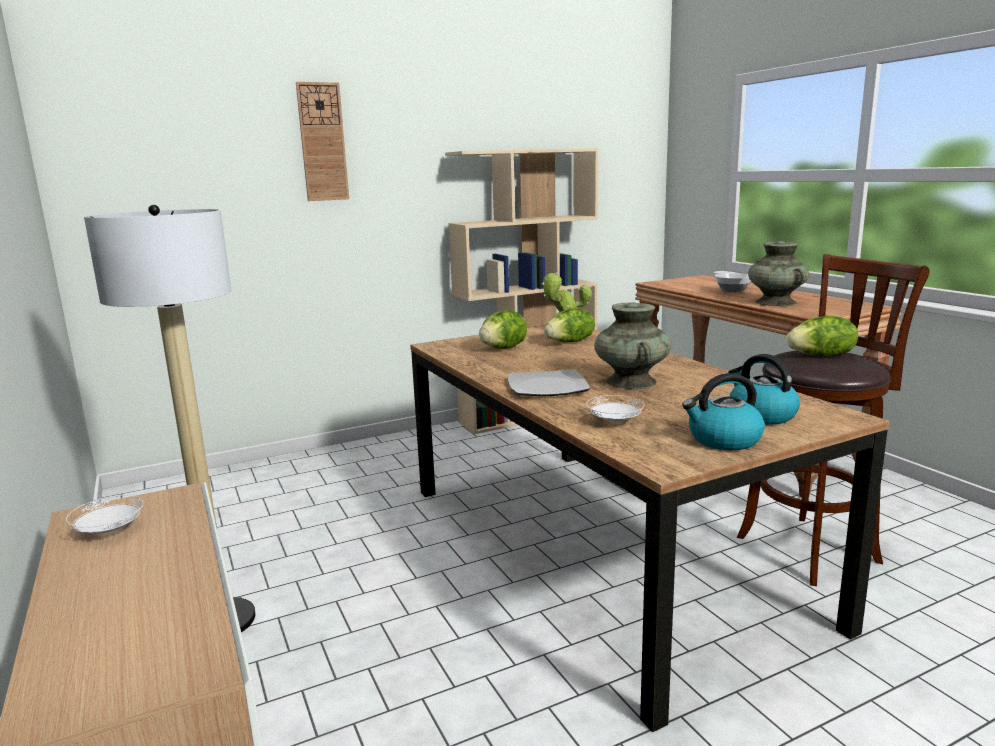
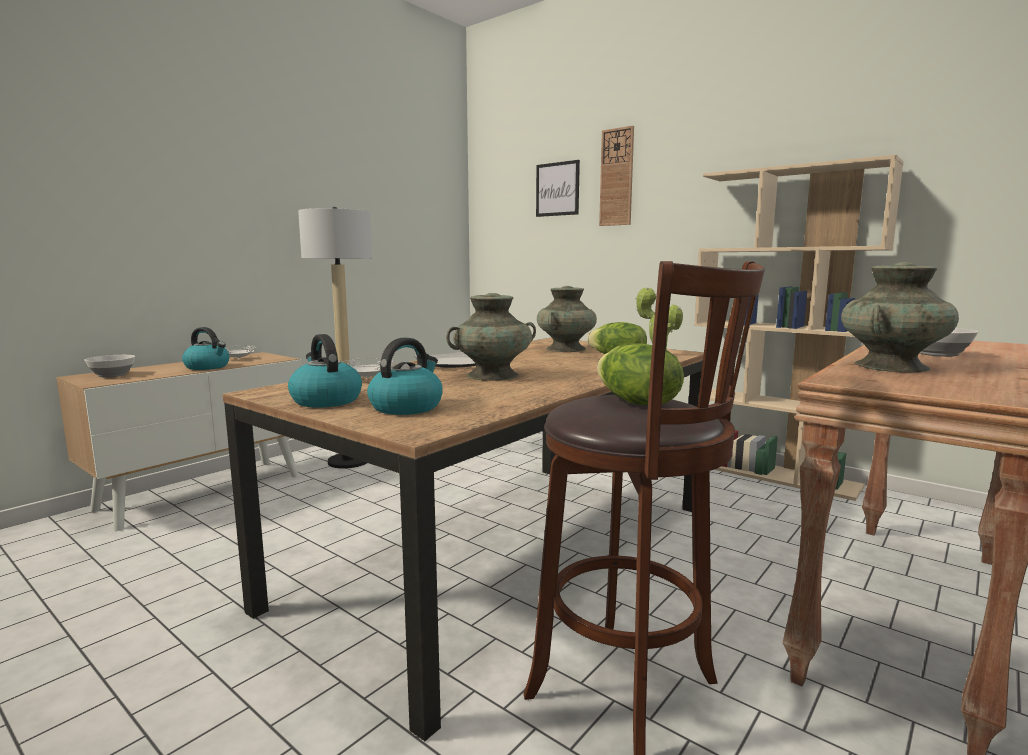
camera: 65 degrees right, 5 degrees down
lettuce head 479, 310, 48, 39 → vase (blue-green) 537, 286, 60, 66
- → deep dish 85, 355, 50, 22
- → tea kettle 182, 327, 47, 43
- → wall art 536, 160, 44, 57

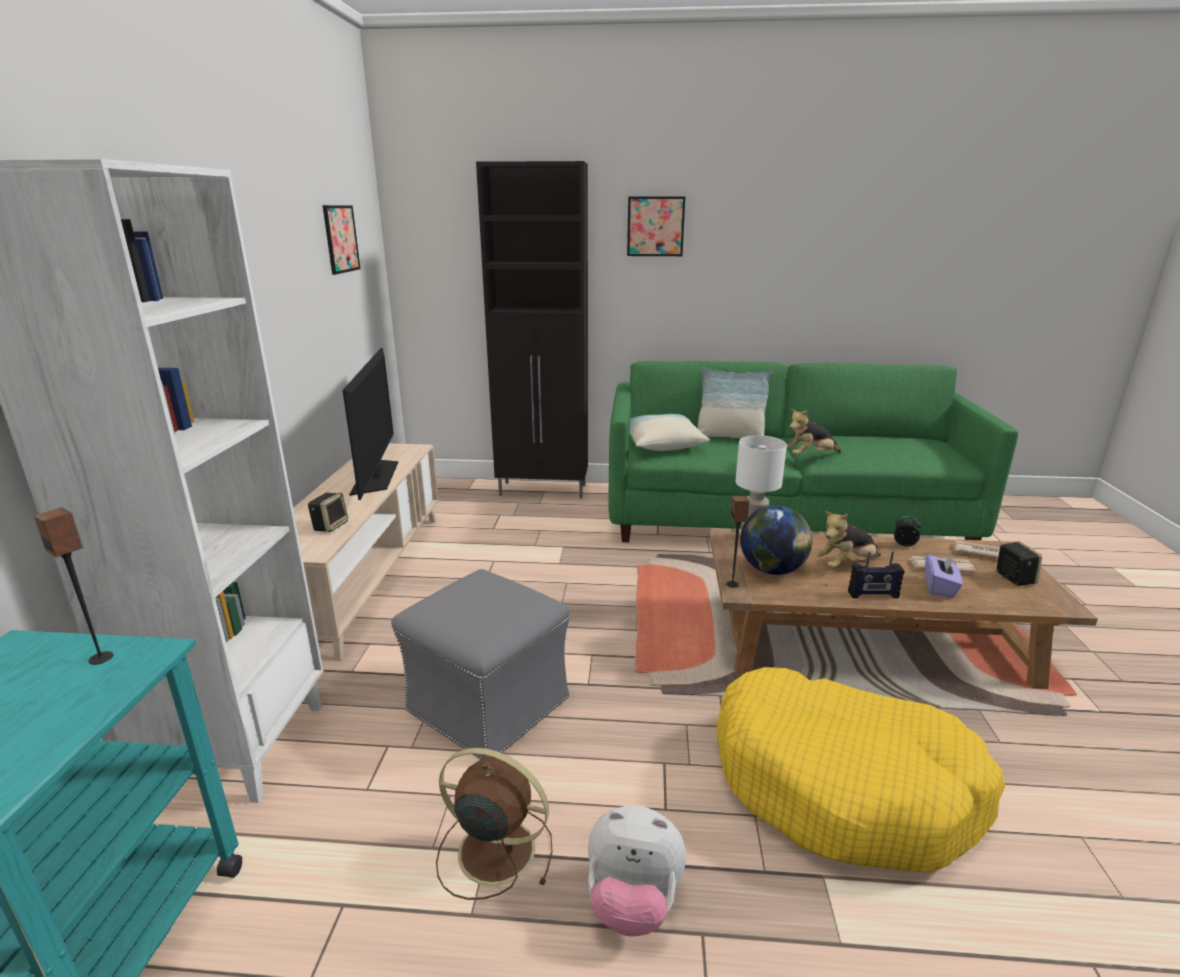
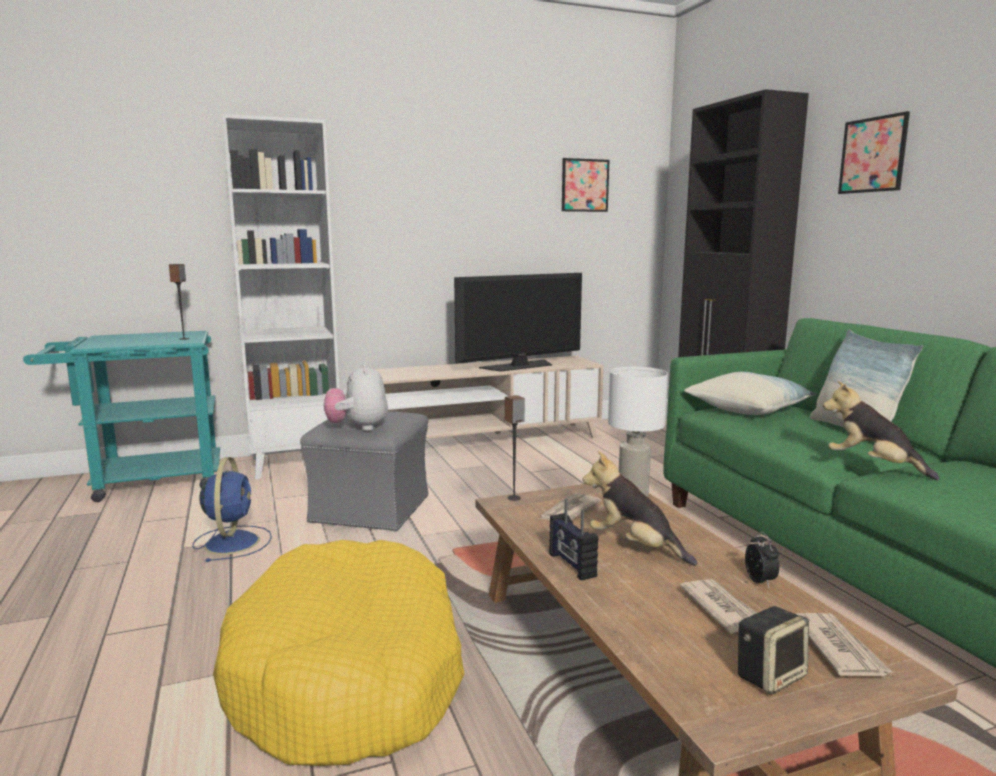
camera: 65 degrees right, 10 degrees down
loudspeaker 308, 493, 40, 39 → -
cooling fan (brown-coloured) 436, 748, 116, 152 → cooling fan (blue) 193, 457, 79, 105
plush toy 588, 805, 98, 131 → plush toy 324, 363, 64, 68, relocated
globe 740, 505, 72, 70 → newspaper 540, 493, 61, 27
tissue holder (purple) 925, 554, 37, 44 → -

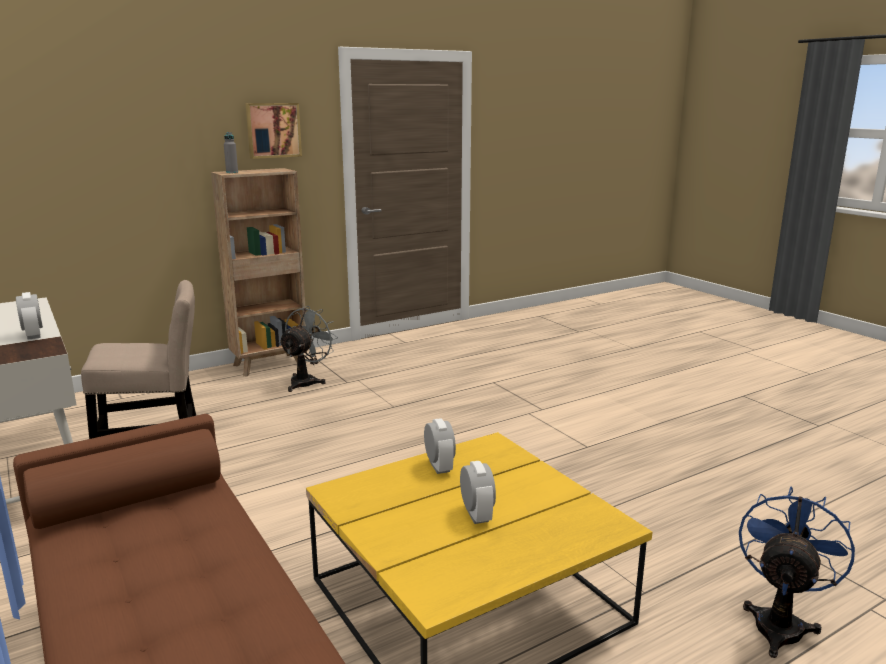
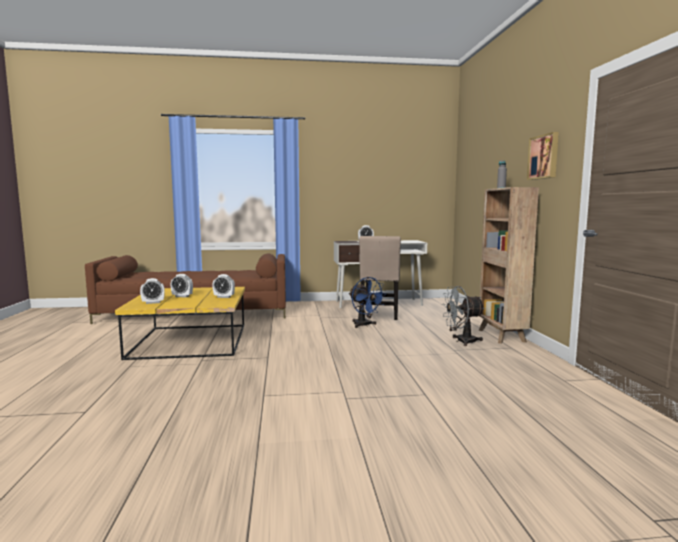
camera: 115 degrees right, 10 degrees down
cooling fan (grey) 279, 306, 59, 86 → cooling fan (grey) 442, 286, 43, 60, 120 degrees clockwise
cooling fan (blue) 739, 487, 116, 171 → cooling fan (blue) 349, 277, 37, 51, relocated
- → bedside clock 140, 278, 25, 26

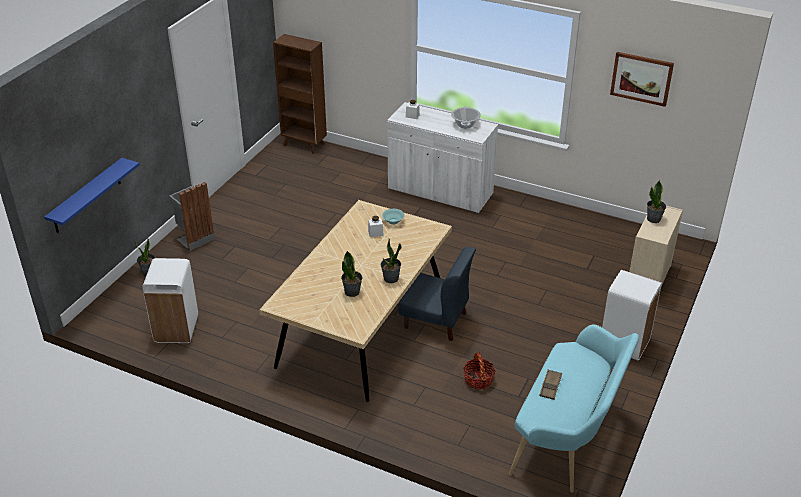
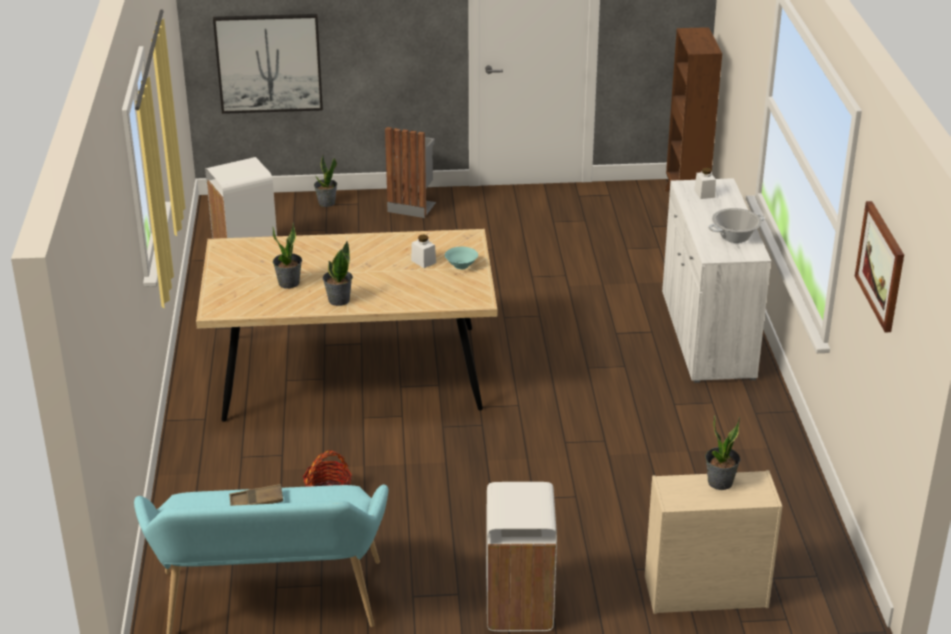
camera: 60 degrees right, 5 degrees down
wall shelf (blue) 44, 158, 95, 75 → wall art 213, 14, 110, 100
plain chair (blue) 398, 247, 78, 94 → -

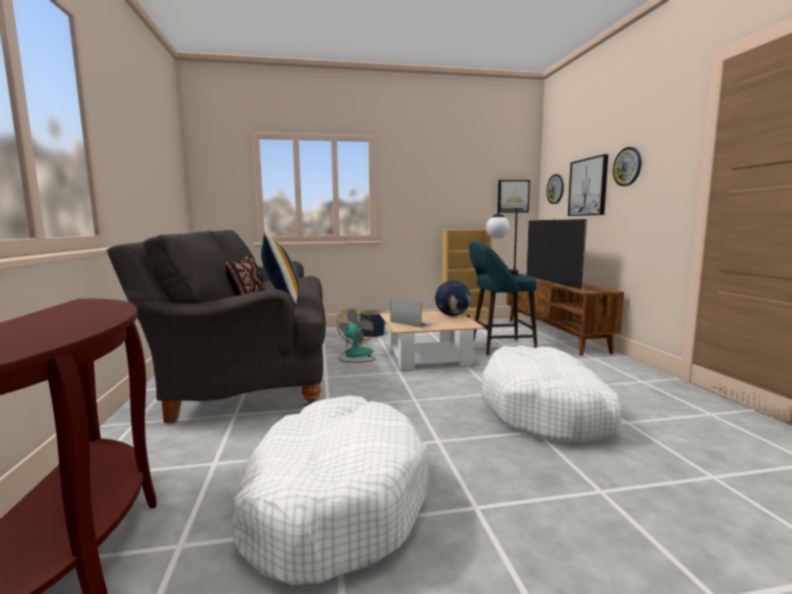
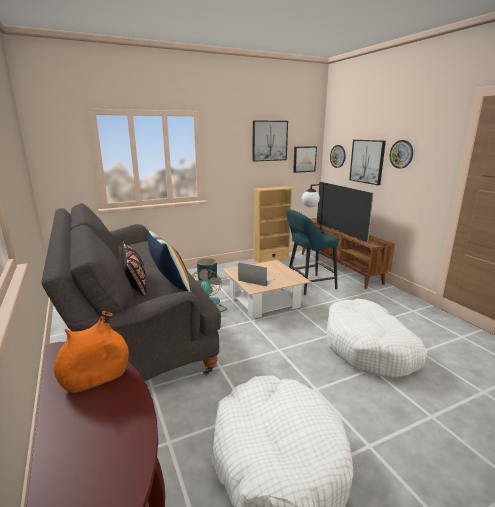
camera: 15 degrees left, 10 degrees up
globe 435, 280, 36, 36 → -
- → vase (orange-coloured) 54, 311, 75, 82
- → wall art 253, 120, 35, 42

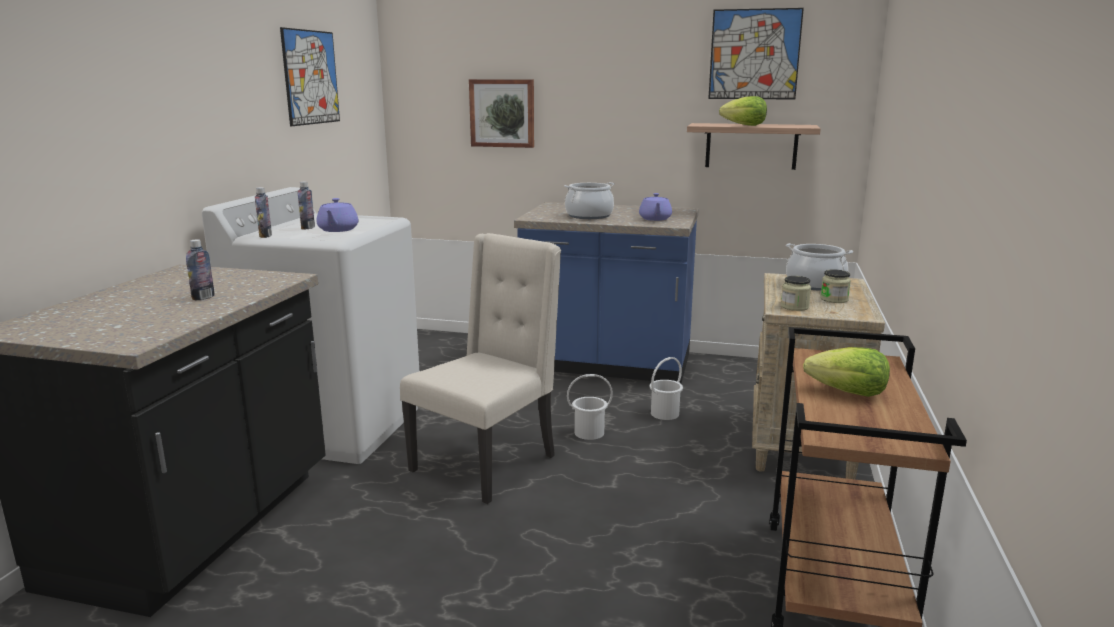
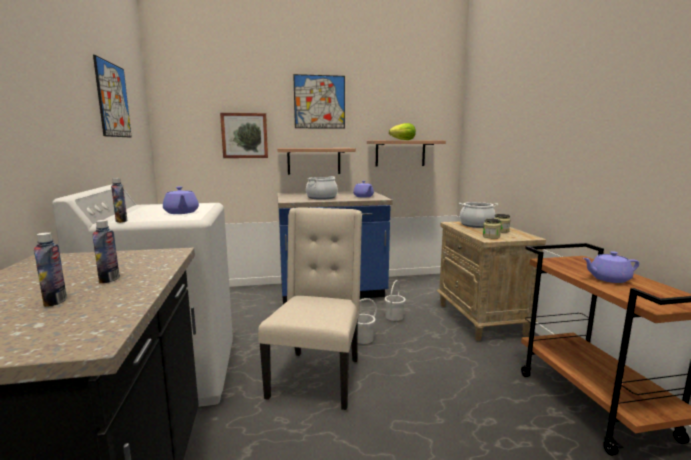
camera: 25 degrees left, 5 degrees down
bottle 298, 182, 17, 48 → bottle 34, 232, 33, 75, relocated
wall art 708, 8, 96, 92 → wall art 293, 74, 52, 55, relocated
lettuce head 803, 347, 87, 50 → pot for tea (purple) 583, 251, 56, 32
- → wall shelf 277, 148, 79, 27

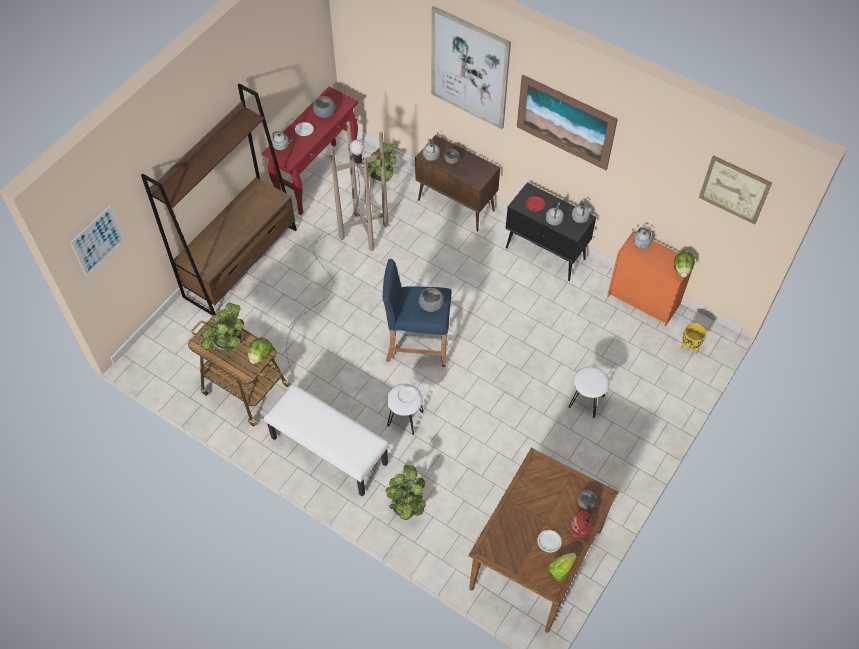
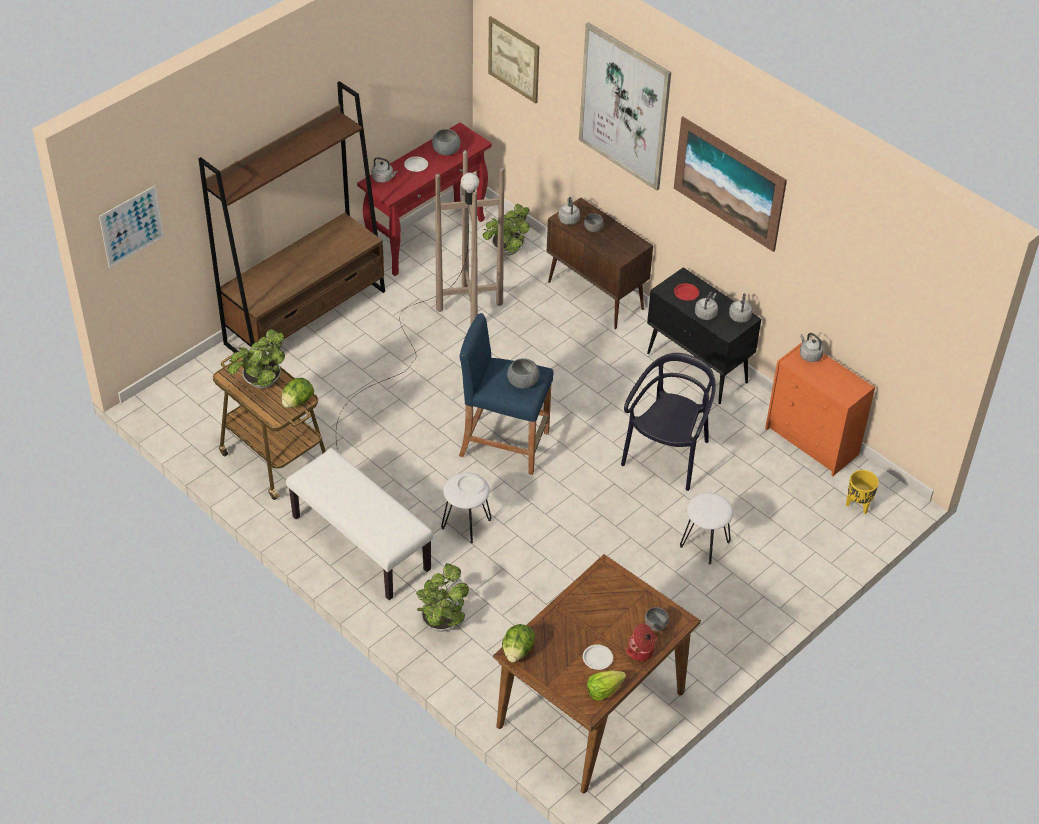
camera: 10 degrees right, 10 degrees down
lettuce head 674, 251, 21, 26 → lettuce head 502, 624, 34, 38, relocated
wall art 699, 155, 73, 69 → wall art 488, 16, 51, 88, relocated
- → plain chair (black) 621, 353, 95, 138

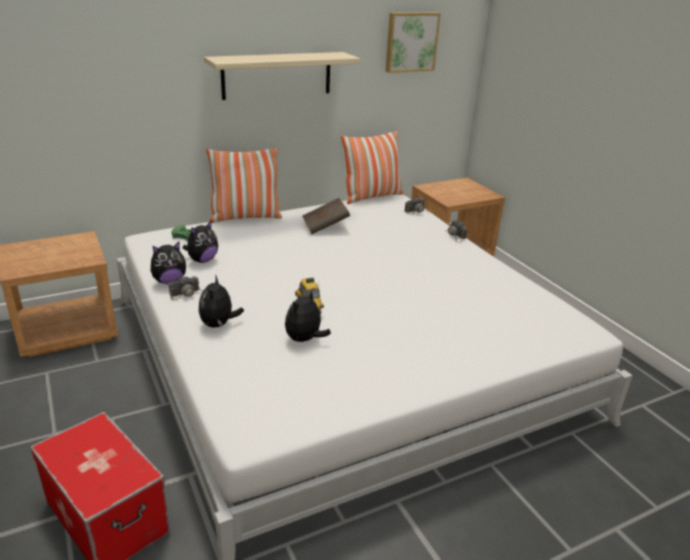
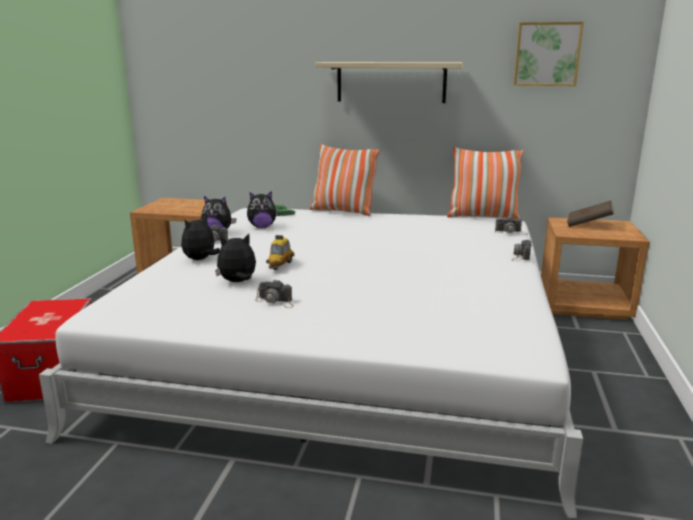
camera: 40 degrees right, 10 degrees down
bound book (brown-coloured) 302, 198, 48, 36 → bound book (brown-coloured) 567, 200, 47, 27, relocated
- → still camera 255, 279, 39, 29

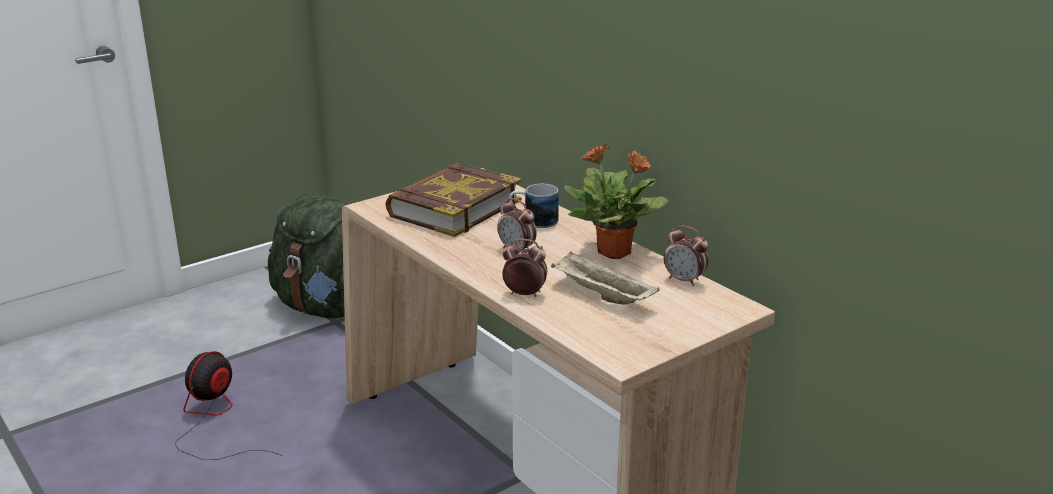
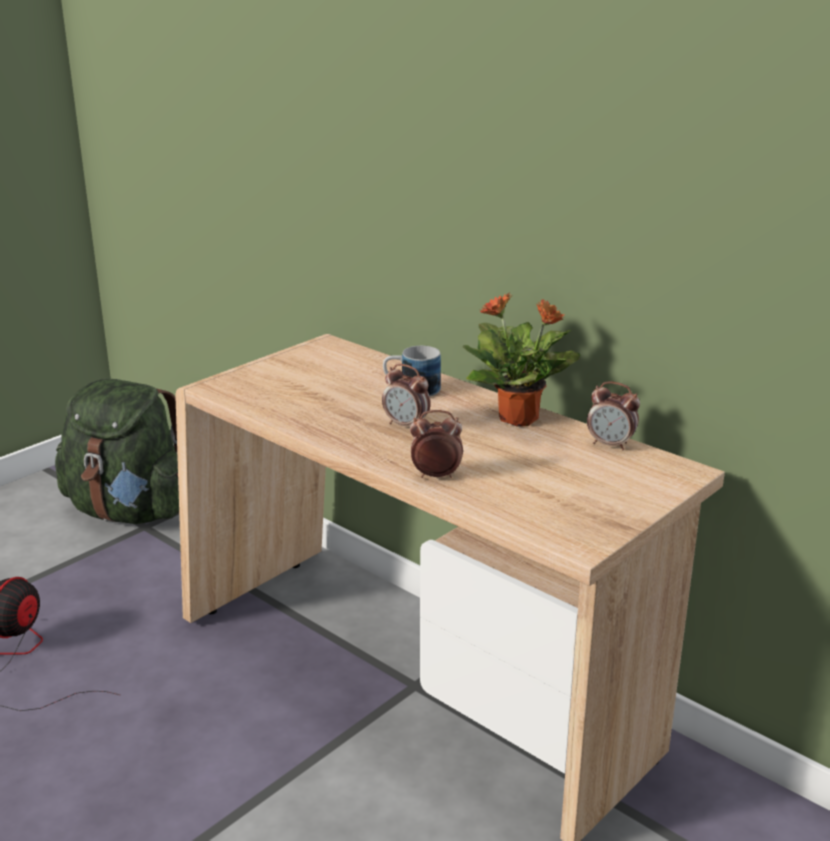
camera: 10 degrees left, 0 degrees up
bound book 385, 163, 137, 74 → -
tray (sand-coloured) 551, 252, 109, 52 → -

